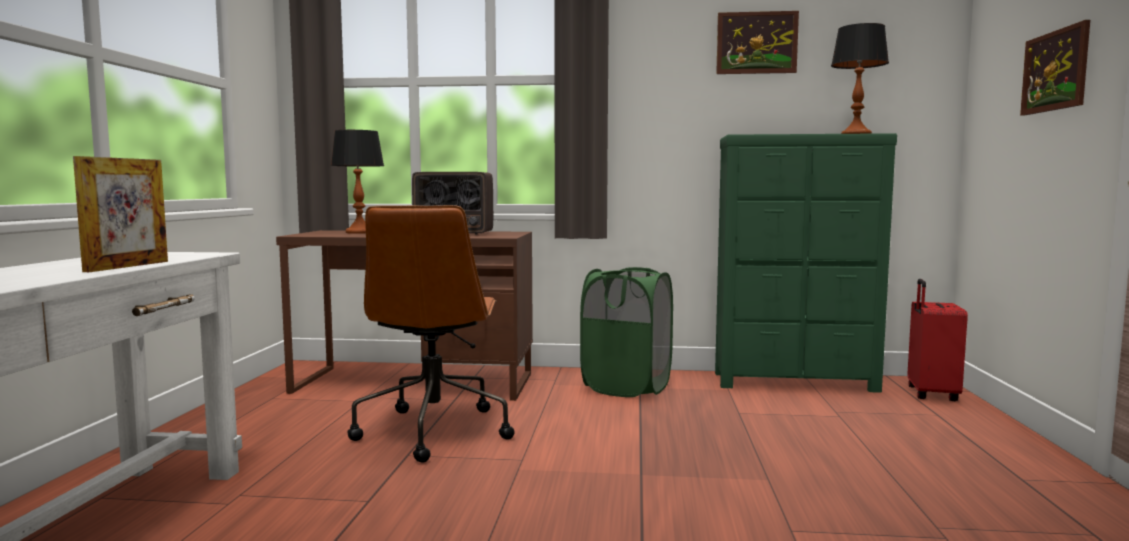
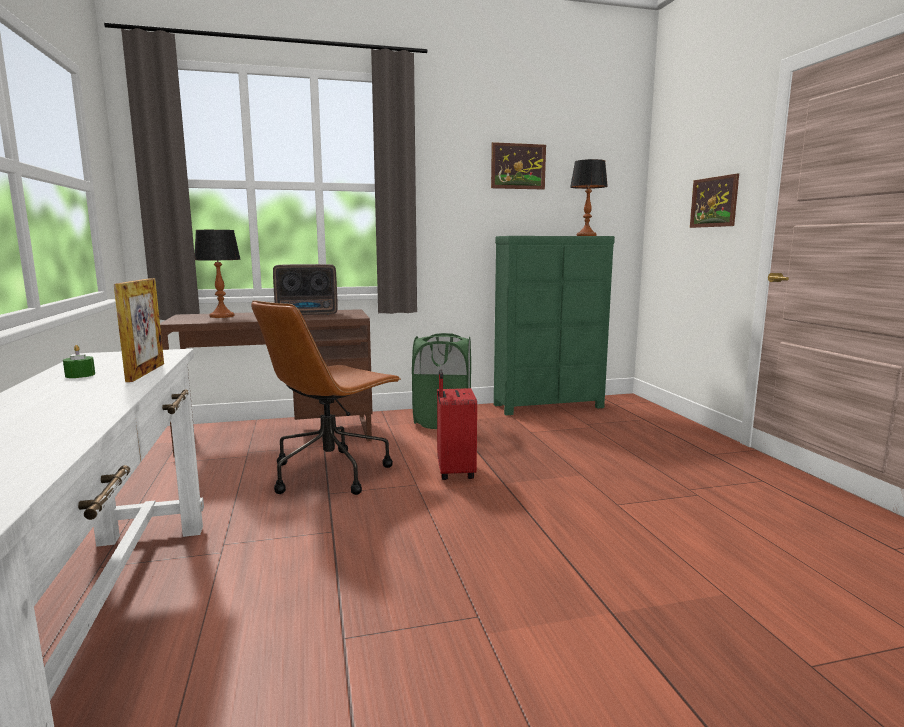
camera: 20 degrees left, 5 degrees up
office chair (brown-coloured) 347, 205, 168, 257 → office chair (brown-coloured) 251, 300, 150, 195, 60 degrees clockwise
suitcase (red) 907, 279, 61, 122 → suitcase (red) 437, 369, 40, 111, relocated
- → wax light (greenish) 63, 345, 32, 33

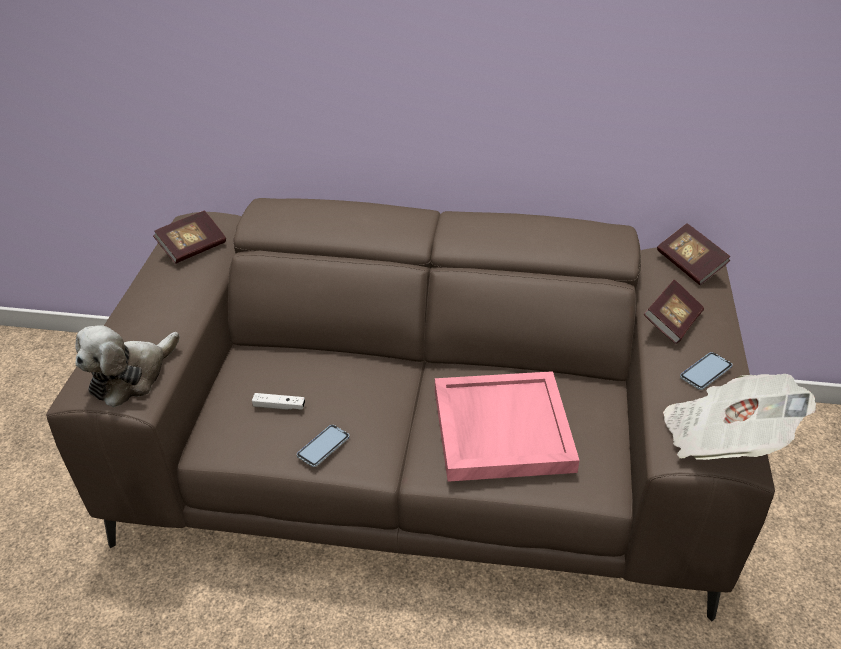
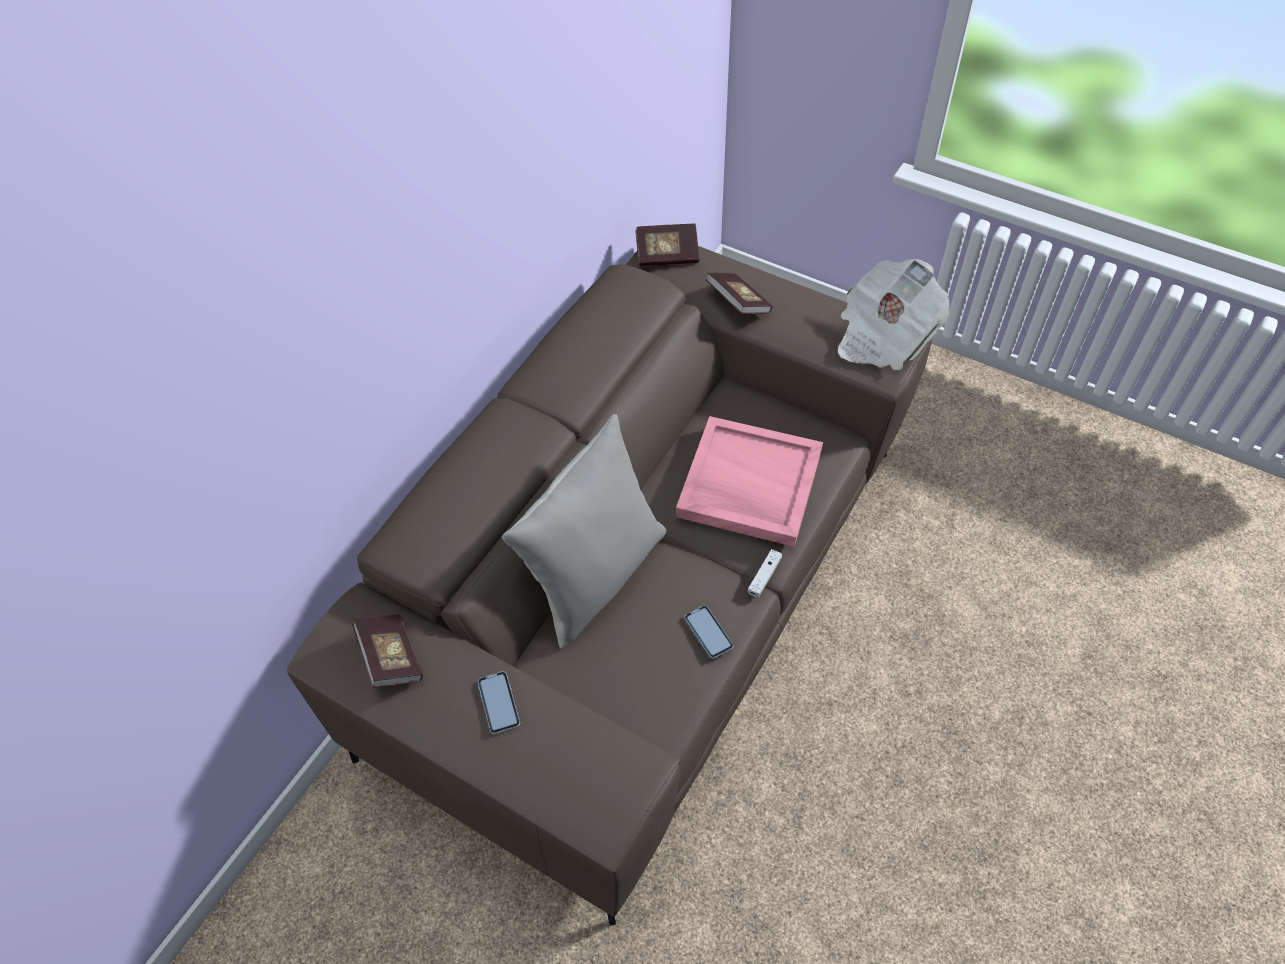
camera: 65 degrees left, 15 degrees up
plush toy 75, 325, 105, 83 → -
game controller (whitish) 252, 393, 53, 17 → game controller (whitish) 748, 549, 34, 49, relocated
phone 680, 352, 53, 38 → phone 478, 671, 42, 63, relocated
- → pillow (grey) 502, 414, 165, 235

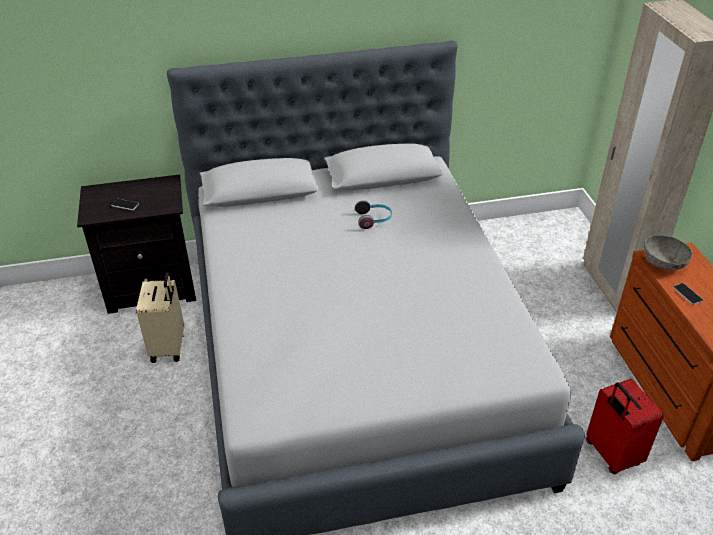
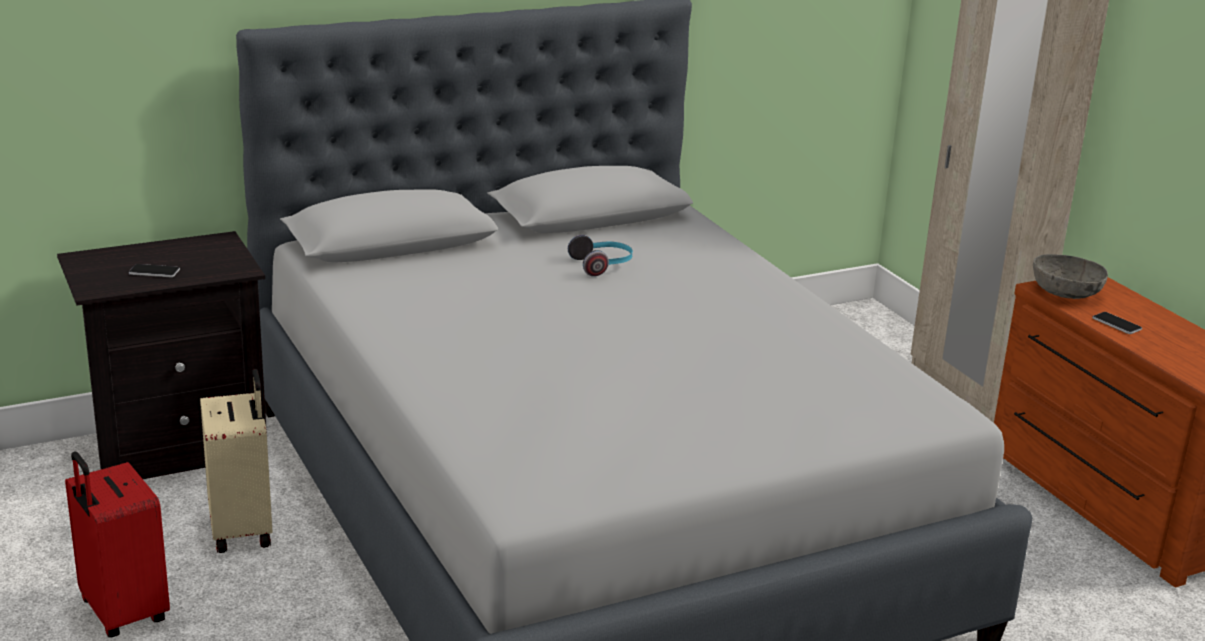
camera: 15 degrees left, 15 degrees down
suitcase (red) 586, 379, 78, 95 → suitcase (red) 65, 451, 105, 187, relocated

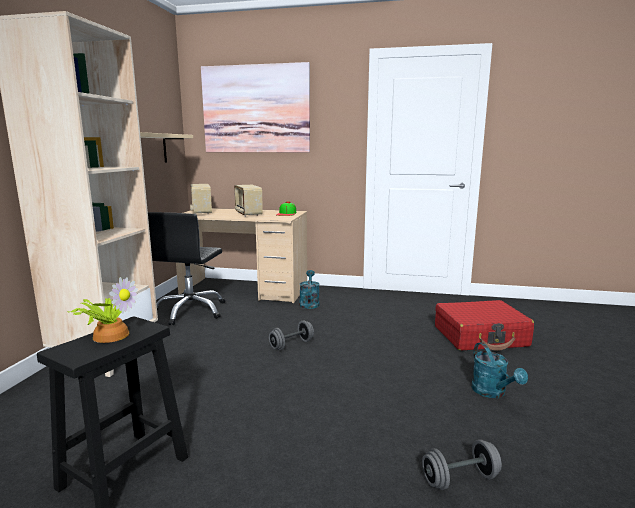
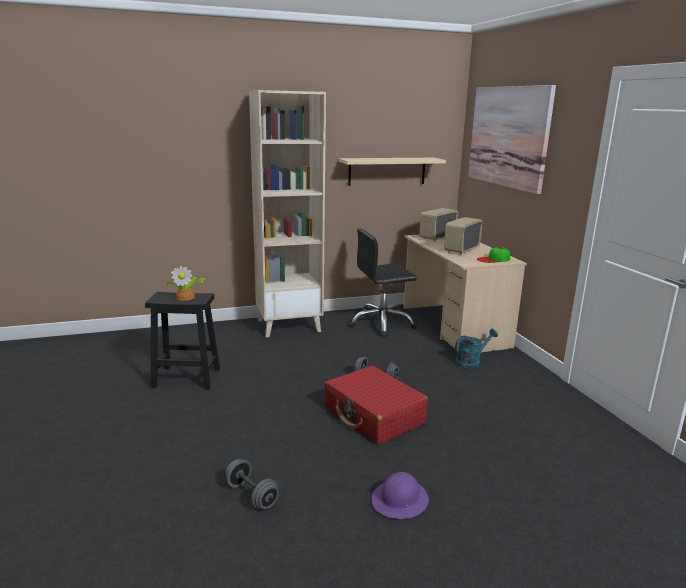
camera: 60 degrees right, 5 degrees up
suitcase (red) 435, 300, 99, 51 → suitcase (red) 325, 365, 103, 80, relocated
sprinkling can (blue-green) 471, 342, 57, 56 → hard hat (purple) 371, 472, 58, 47

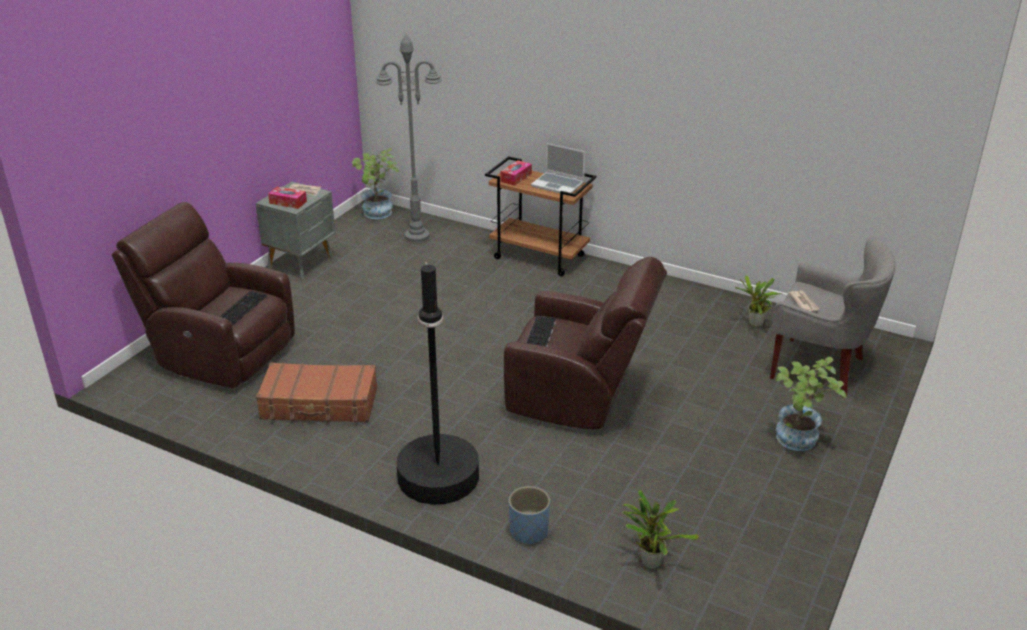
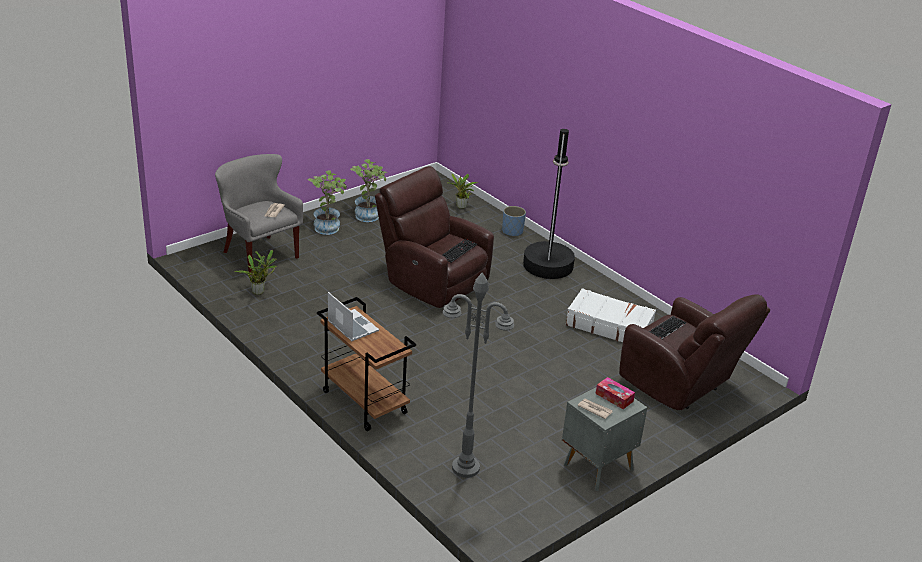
camera: 160 degrees left, 0 degrees up
suitcase (brown-coloured) 256, 362, 121, 60 → suitcase (whitish) 566, 288, 90, 54
plant in a pot 352, 148, 47, 71 → plant in a pot 350, 159, 37, 63, relocated
tissue holder 500, 160, 32, 25 → -

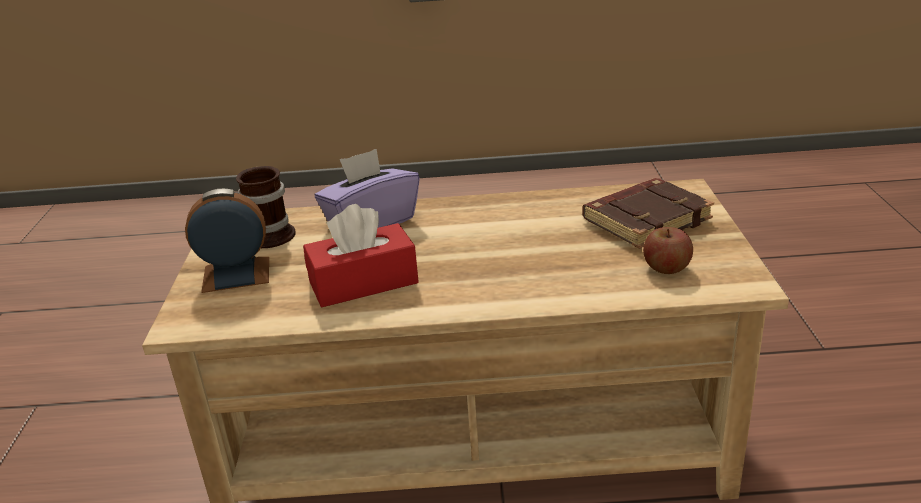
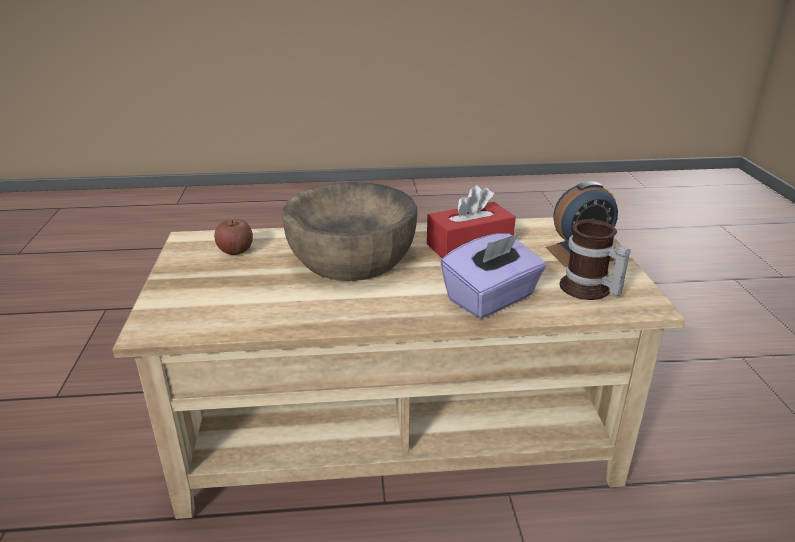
camera: 175 degrees right, 0 degrees up
bound book (brown-coloured) 582, 178, 132, 71 → -
- → deep dish (brown-coloured) 282, 182, 135, 99

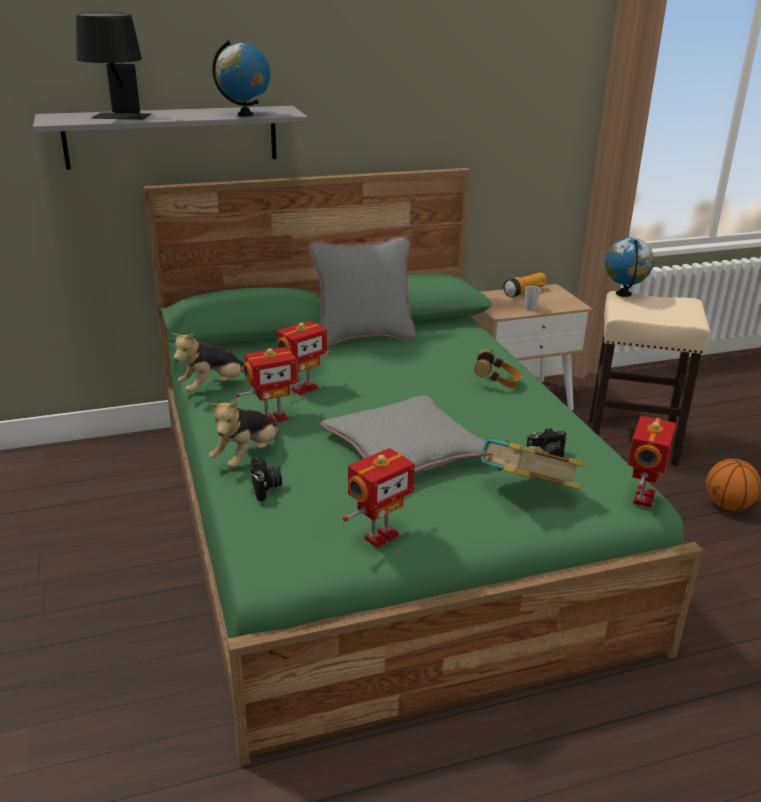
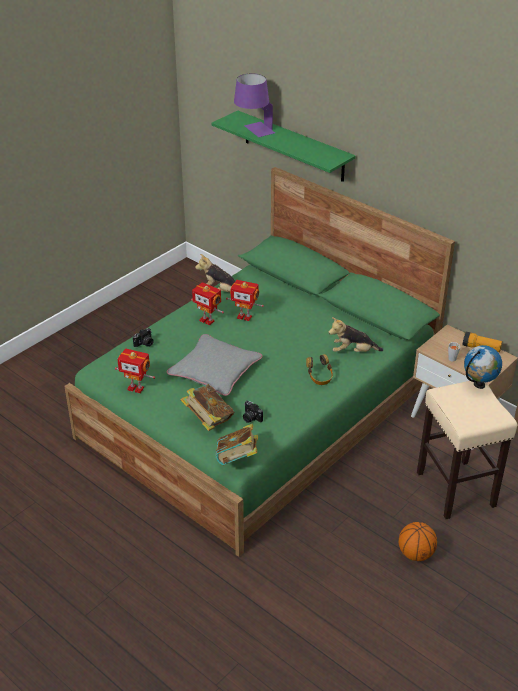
camera: 60 degrees right, 10 degrees up
wall shelf (grey) 33, 106, 275, 64 → wall shelf (greenish) 212, 111, 144, 71
tabletop lamp (black) 76, 13, 75, 107 → tabletop lamp (purple) 234, 73, 41, 64
plush toy 209, 400, 71, 68 → plush toy 328, 317, 55, 35, relocated
globe 212, 40, 58, 77 → -
pillow (grey) 309, 236, 107, 111 → -
toy robot 628, 416, 48, 92 → bound book 215, 424, 43, 41

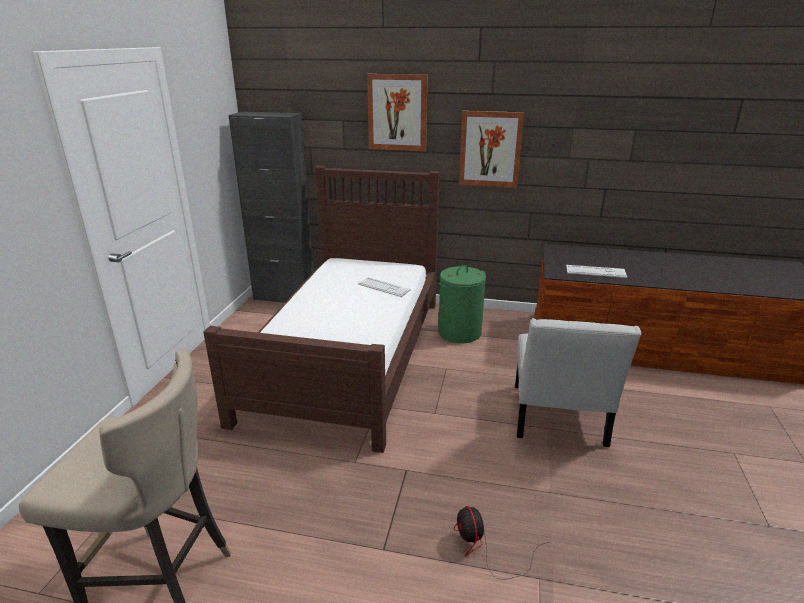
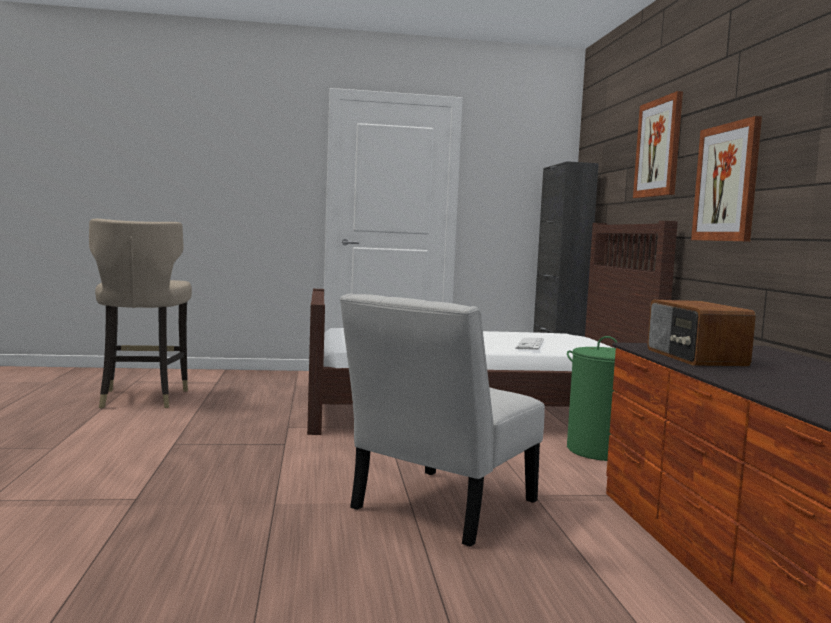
camera: 70 degrees right, 20 degrees down
cooling fan 454, 506, 95, 74 → -
plain chair (whitish) 515, 318, 126, 129 → plain chair (whitish) 340, 293, 205, 254, 45 degrees counterclockwise
PC keyboard 566, 265, 61, 13 → radio receiver 647, 300, 109, 66

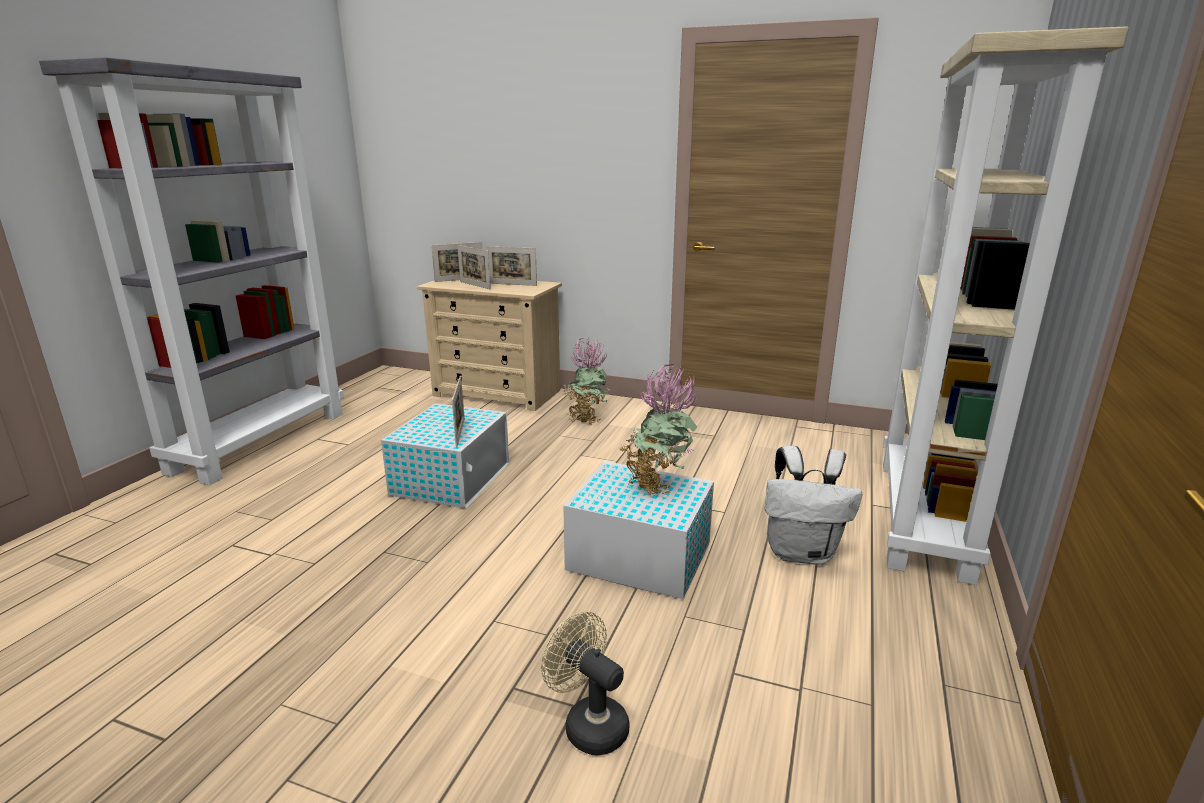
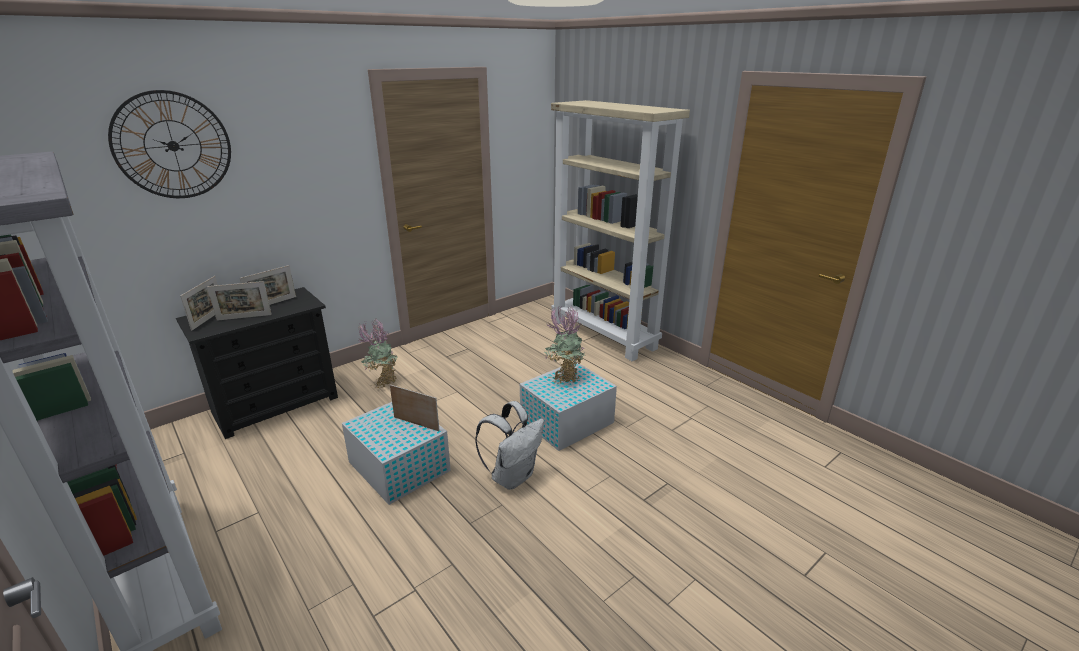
camera: 60 degrees left, 5 degrees up
drawer chest (sand-coloured) 417, 280, 145, 131 → drawer chest (black) 176, 287, 162, 152
cooling fan (sand-coloured) 541, 611, 88, 144 → -
backpack (whitish) 765, 446, 97, 119 → backpack (whitish) 475, 401, 69, 89, relocated
- → clock on the wall 108, 90, 123, 108

